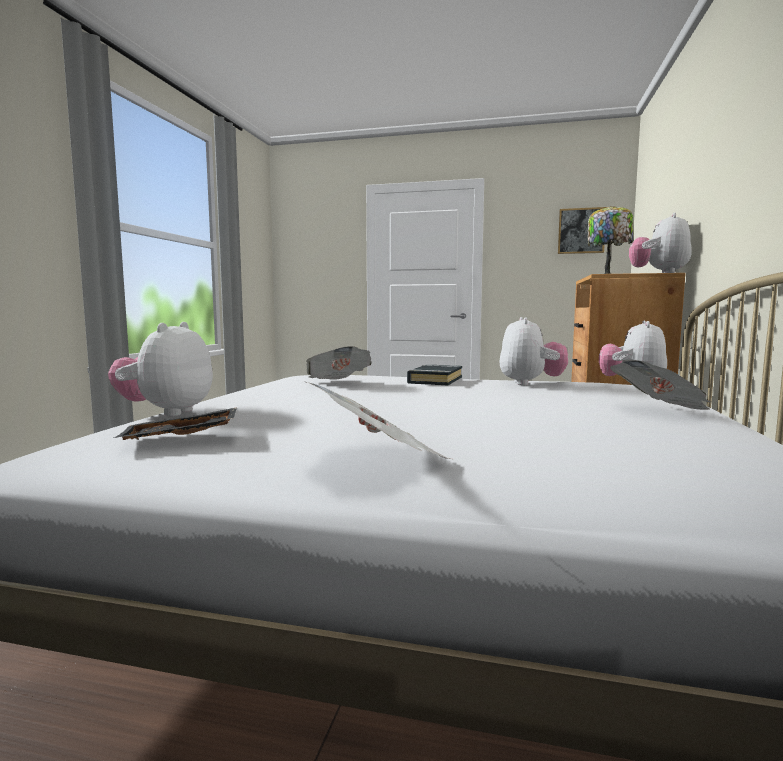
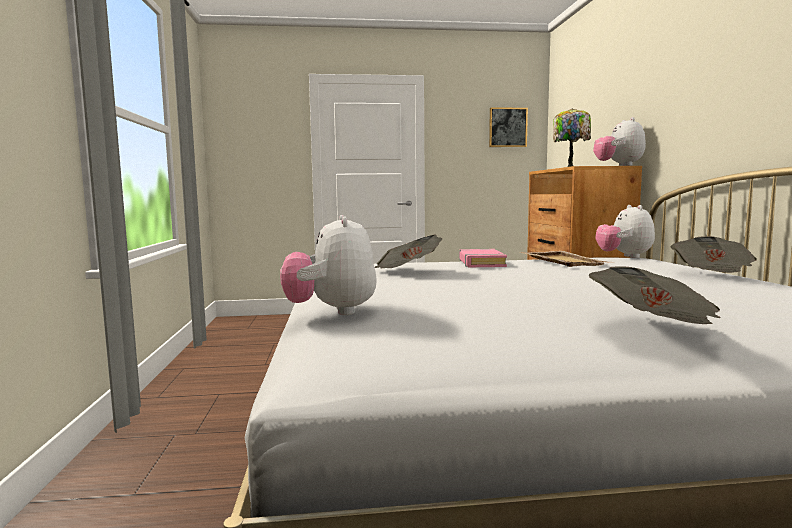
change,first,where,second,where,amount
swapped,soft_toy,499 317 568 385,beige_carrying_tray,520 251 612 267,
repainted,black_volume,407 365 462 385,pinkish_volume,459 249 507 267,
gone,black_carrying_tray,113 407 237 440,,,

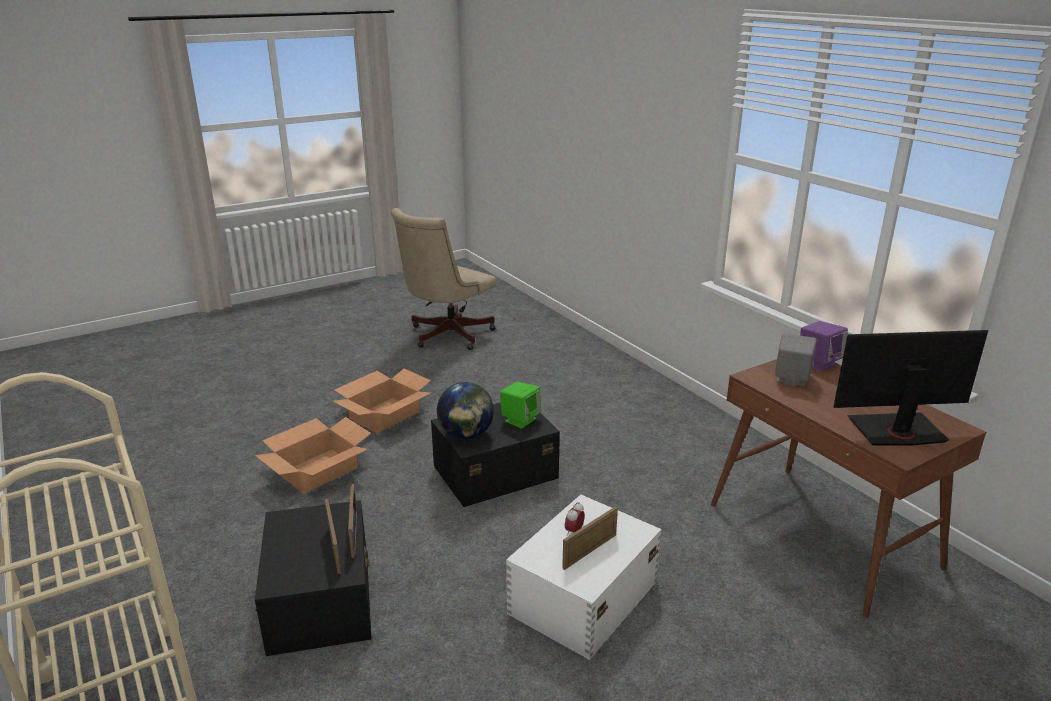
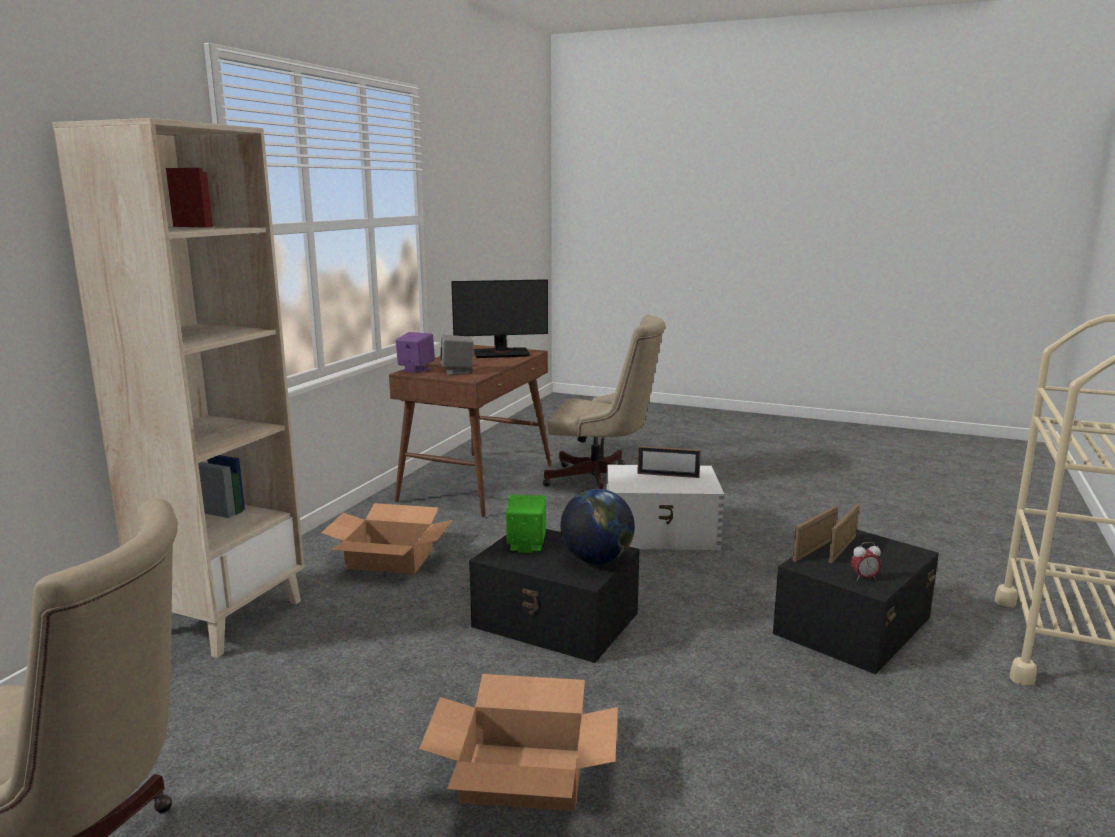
change,first,where,second,where,amount
rotated,computer_screen,834 330 988 446,,451 279 548 358,60 degrees counterclockwise
shifted,packing_box,255 417 371 494,,321 503 452 574,
shifted,table_clock,565 502 585 536,,851 542 881 581,
new,,,beige_bookshelf,52 118 304 658,
new,,,beige_desk_chair,543 315 666 489,

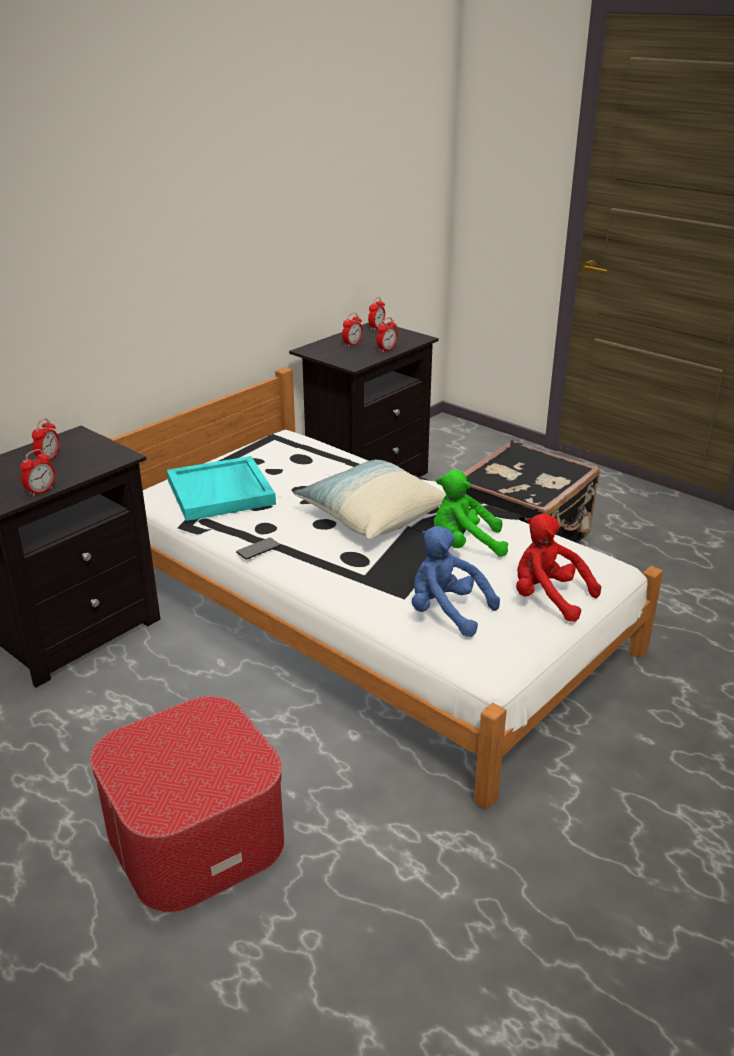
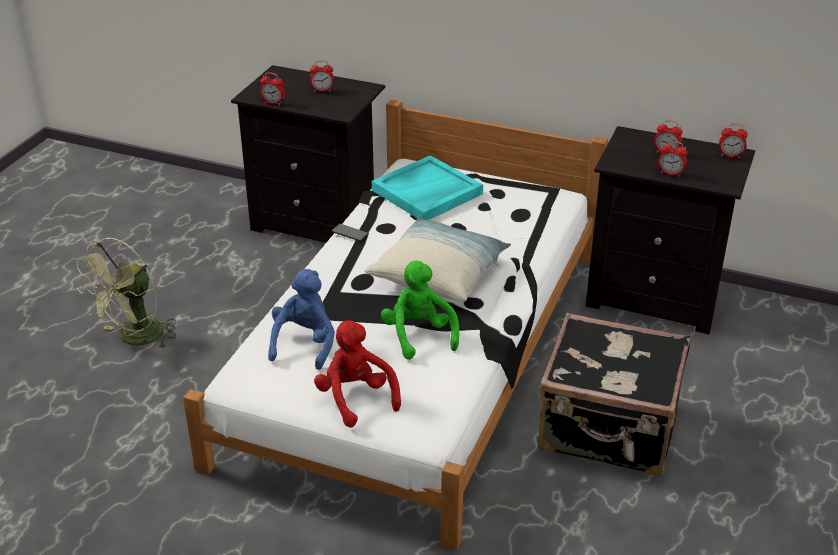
change,first,where,second,where,amount
rotated,reddish_soft_toy,516 514 601 622,,314 320 401 427,45 degrees counterclockwise
swapped,ottoman,90 696 285 913,green-coloured_cooling_fan,77 238 176 350,

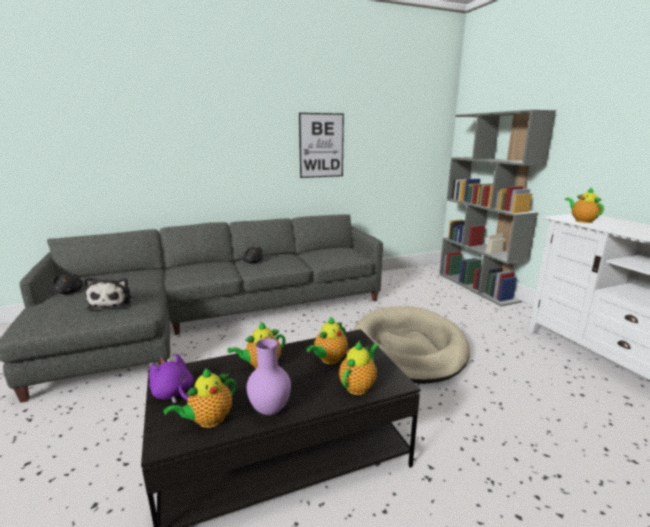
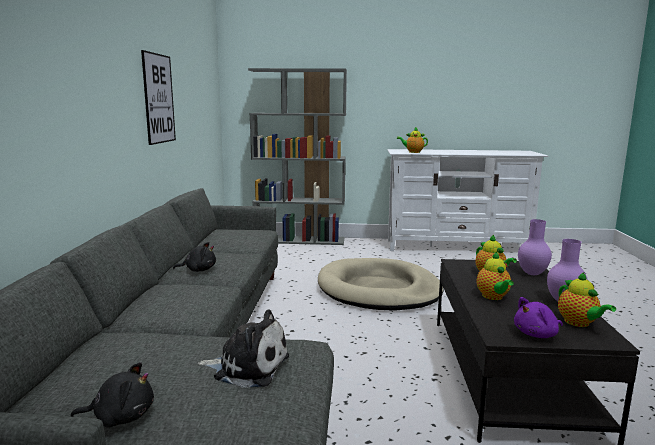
change,first,where,second,where,amount
swapped,pot_for_tea,339 341 379 395,purple_vase,518 219 552 275,

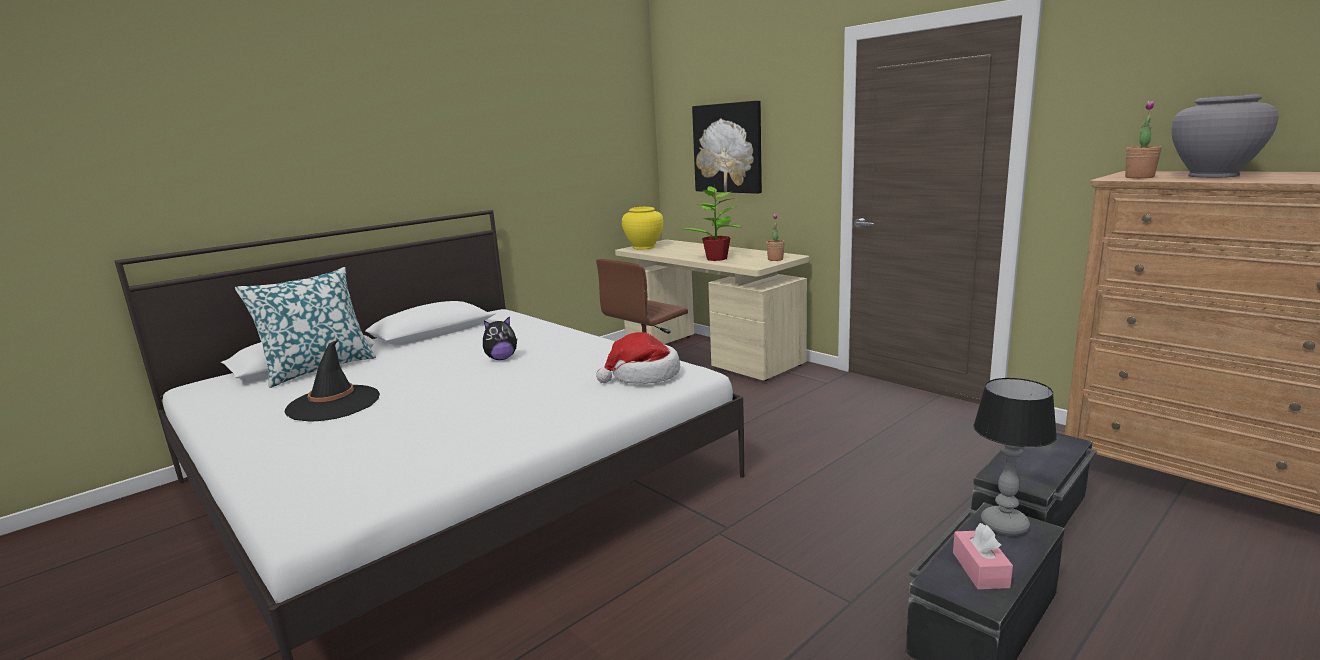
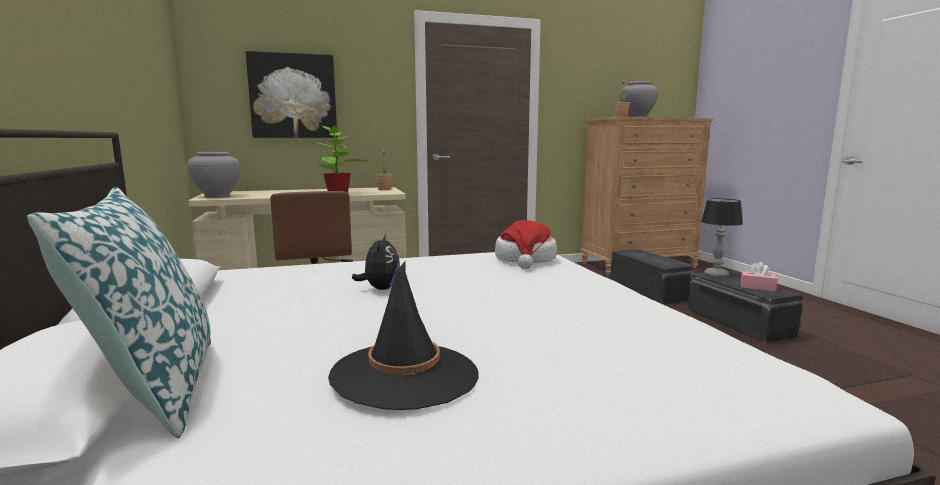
change,first,where,second,where,amount
repainted,yellow-coloured_vase,622 207 663 249,greyish_vase,187 151 240 198,

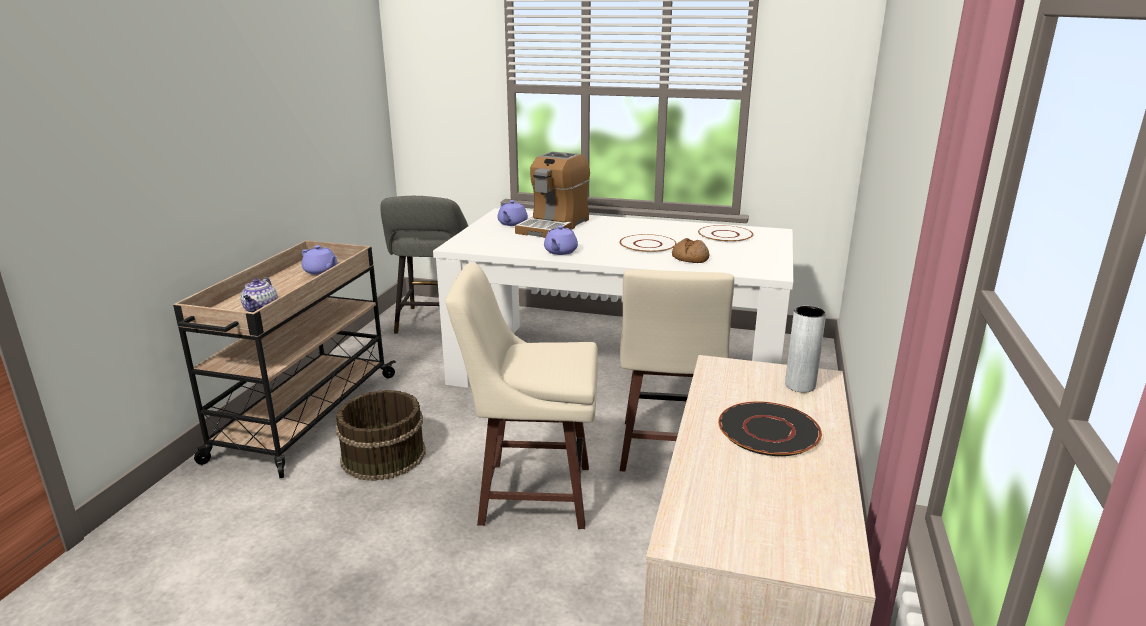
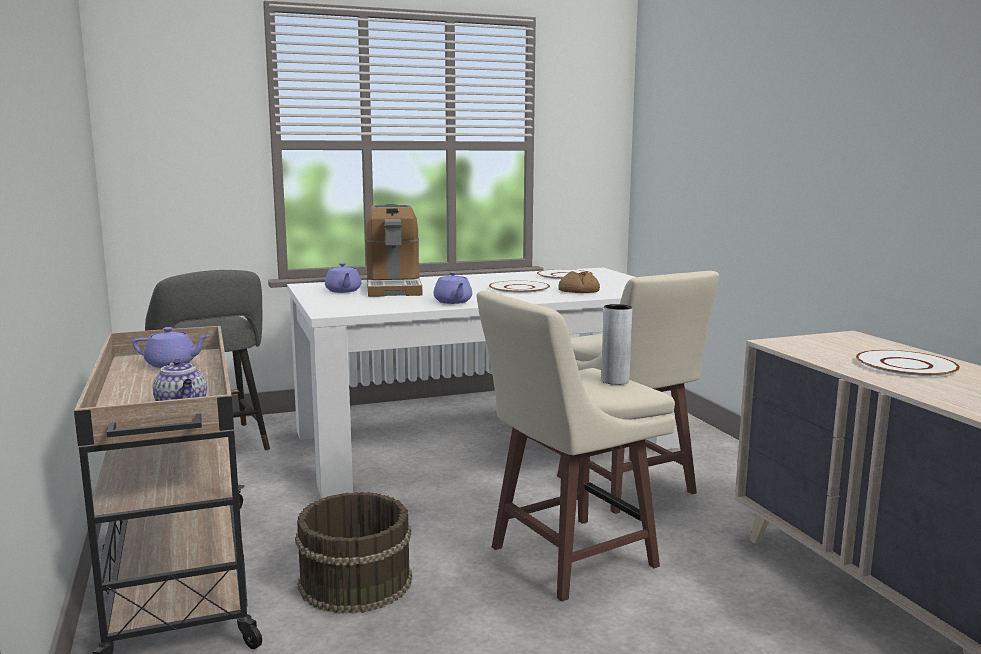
change,first,where,second,where,amount
shifted,greyish_vase,785 306 826 393,,601 304 632 385,
repainted,black_plate,718 401 822 456,white_plate,856 350 960 378,

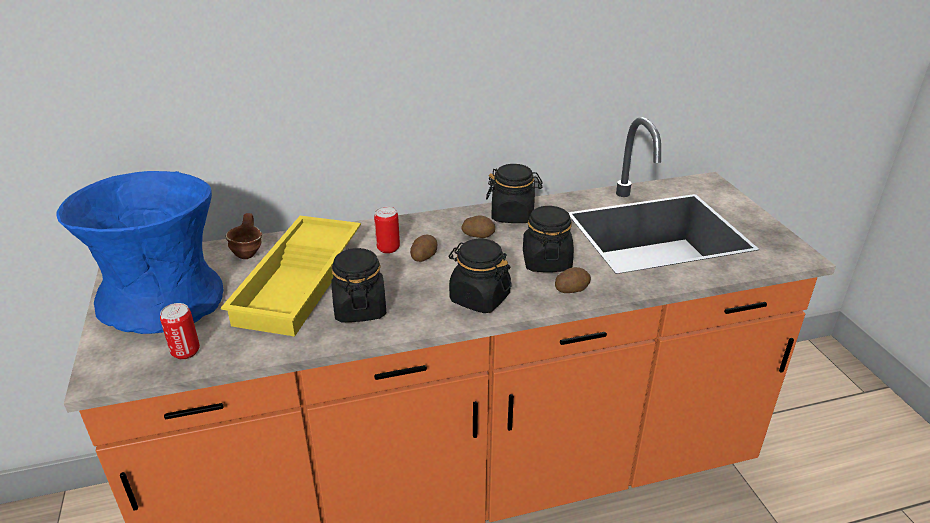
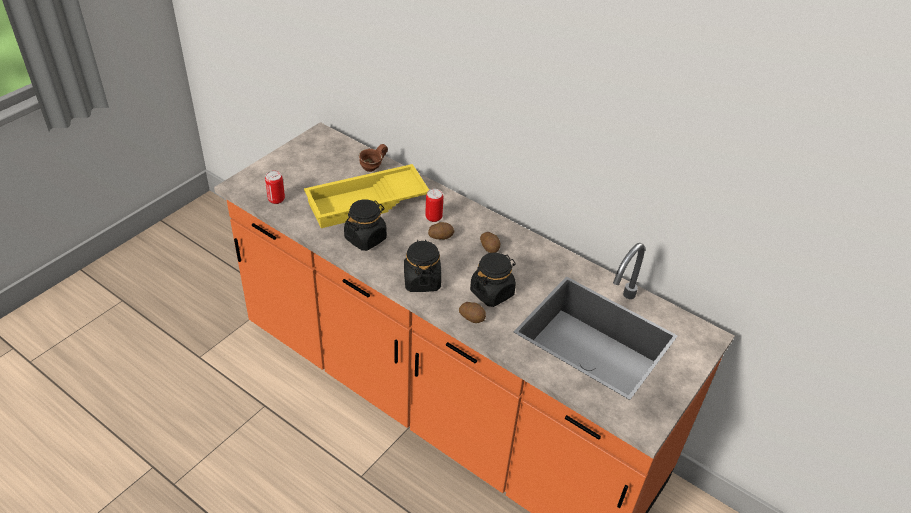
change,first,where,second,where,amount
gone,black_preserve_jar,486 164 543 223,,,
gone,blue-coloured_vase,56 171 223 334,,,

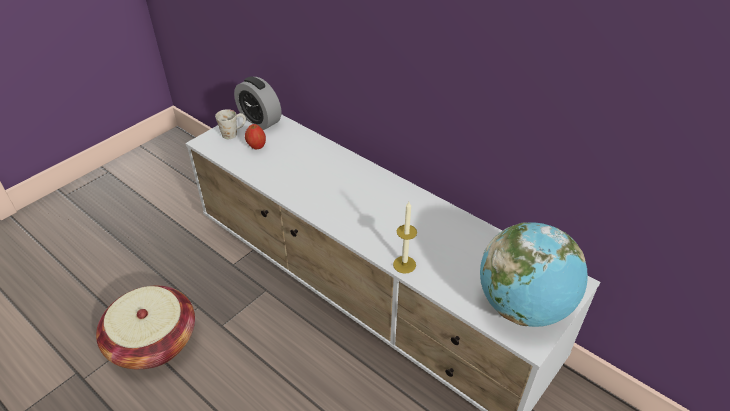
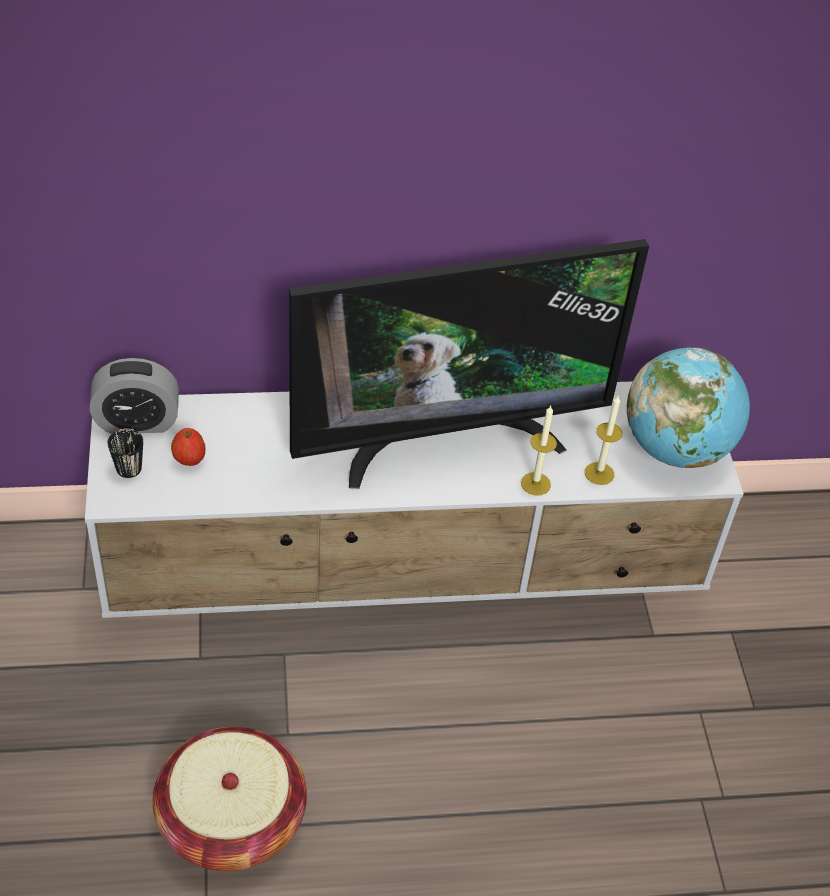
change,first,where,second,where,amount
repainted,white_coffee_mug,215 109 246 139,black_coffee_mug,108 426 143 478,
new,,,television,289 239 649 489,
new,,,wax_candle,585 396 622 485,

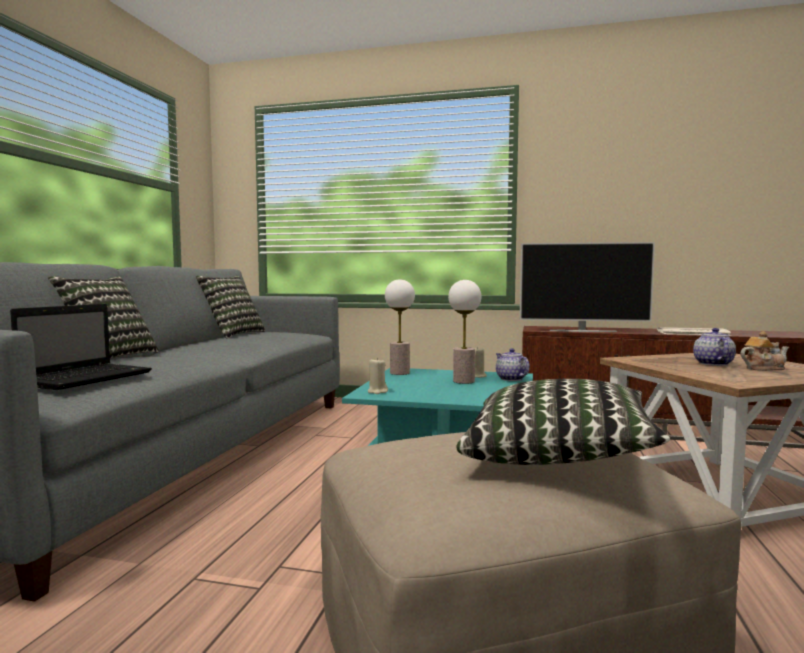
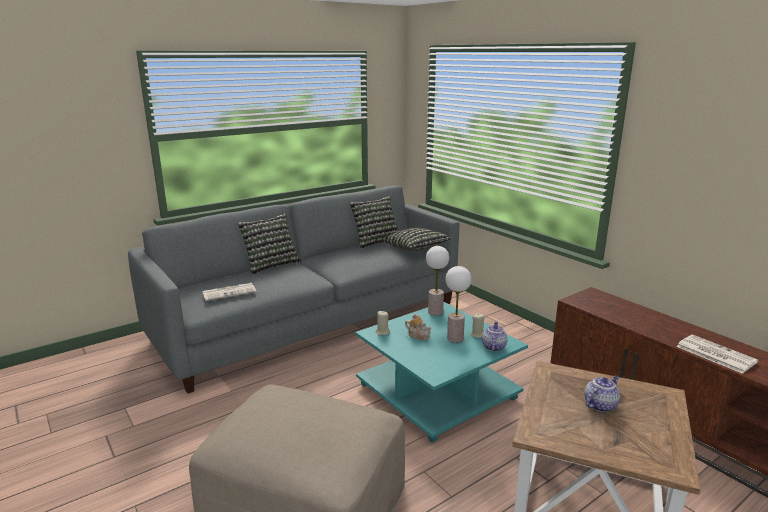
change,first,where,second,where,amount
gone,television,520 242 655 332,,,
swapped,notebook_computer,10 304 152 390,daily_paper,202 283 256 301,
shifted,pot_for_tea,740 331 789 371,,405 314 432 341,
shifted,pillow,456 379 670 465,,383 228 452 251,

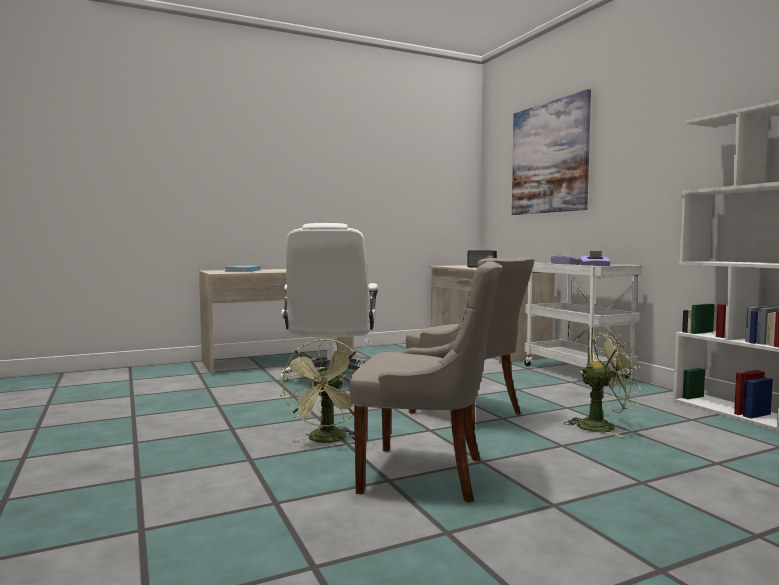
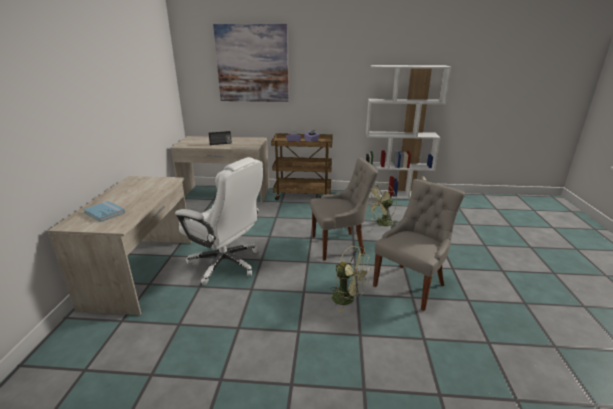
change,first,where,second,where,amount
repainted,white_wheeled_cart,524 262 642 384,brown_wheeled_cart,271 133 333 200,
rotated,green-coloured_cooling_fan,564 331 642 437,,369 183 397 229,150 degrees counterclockwise

